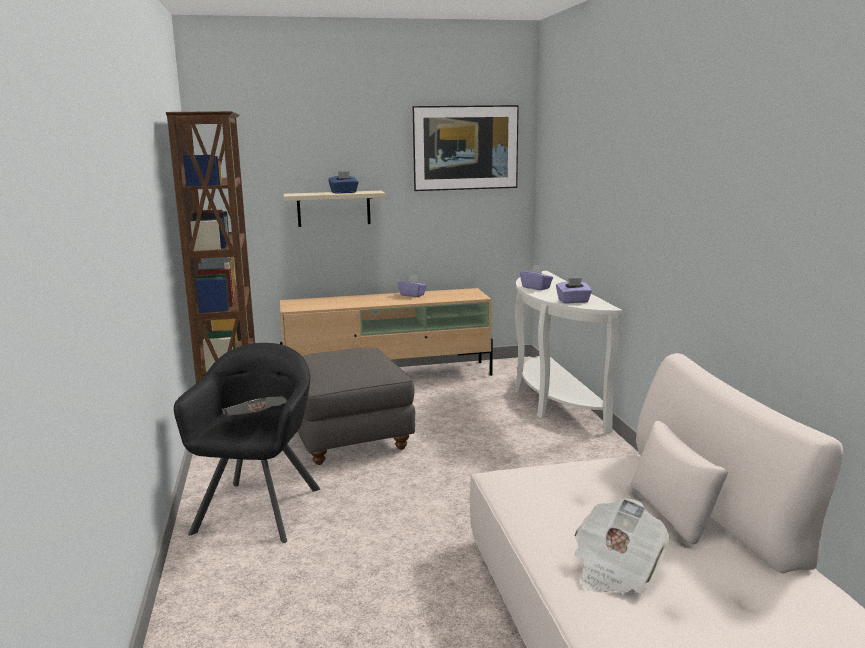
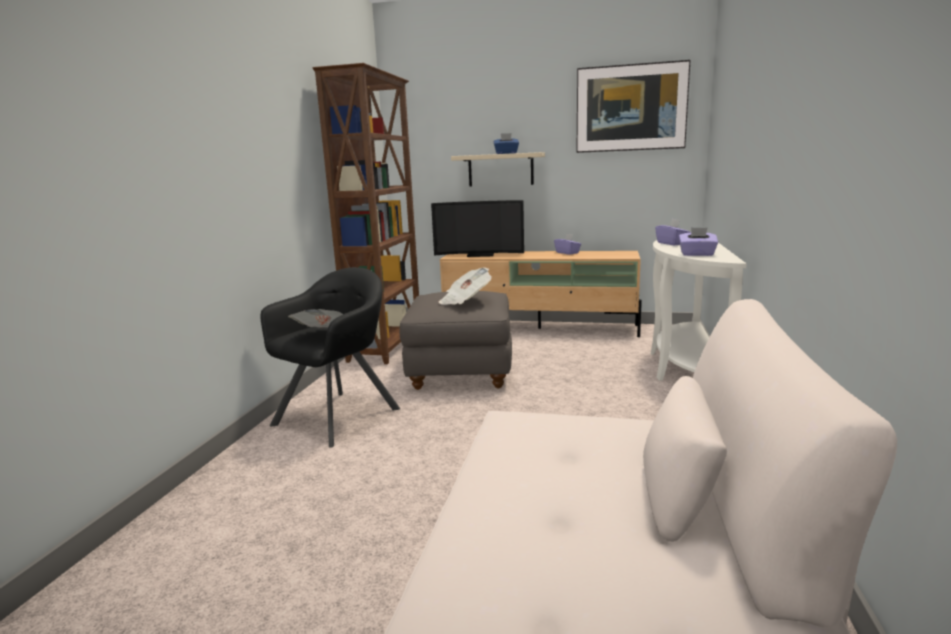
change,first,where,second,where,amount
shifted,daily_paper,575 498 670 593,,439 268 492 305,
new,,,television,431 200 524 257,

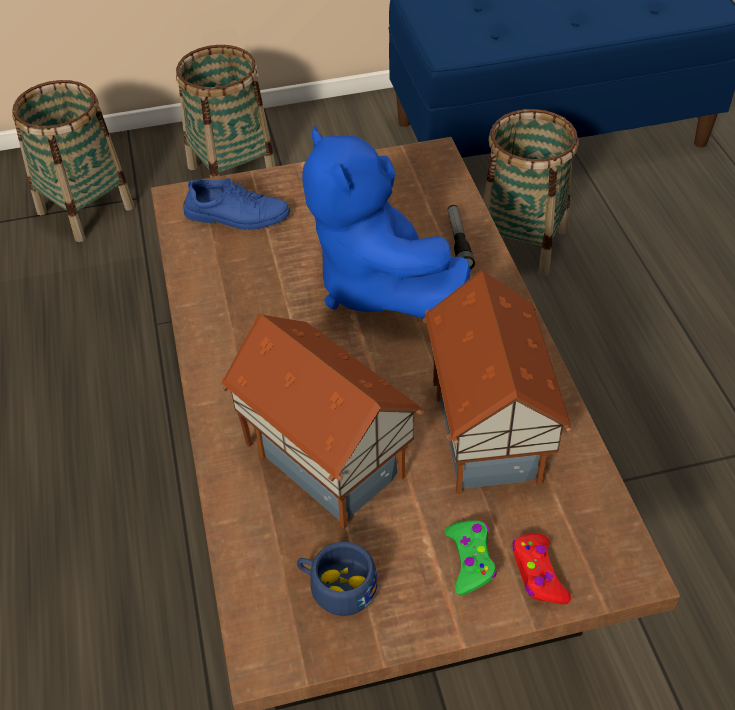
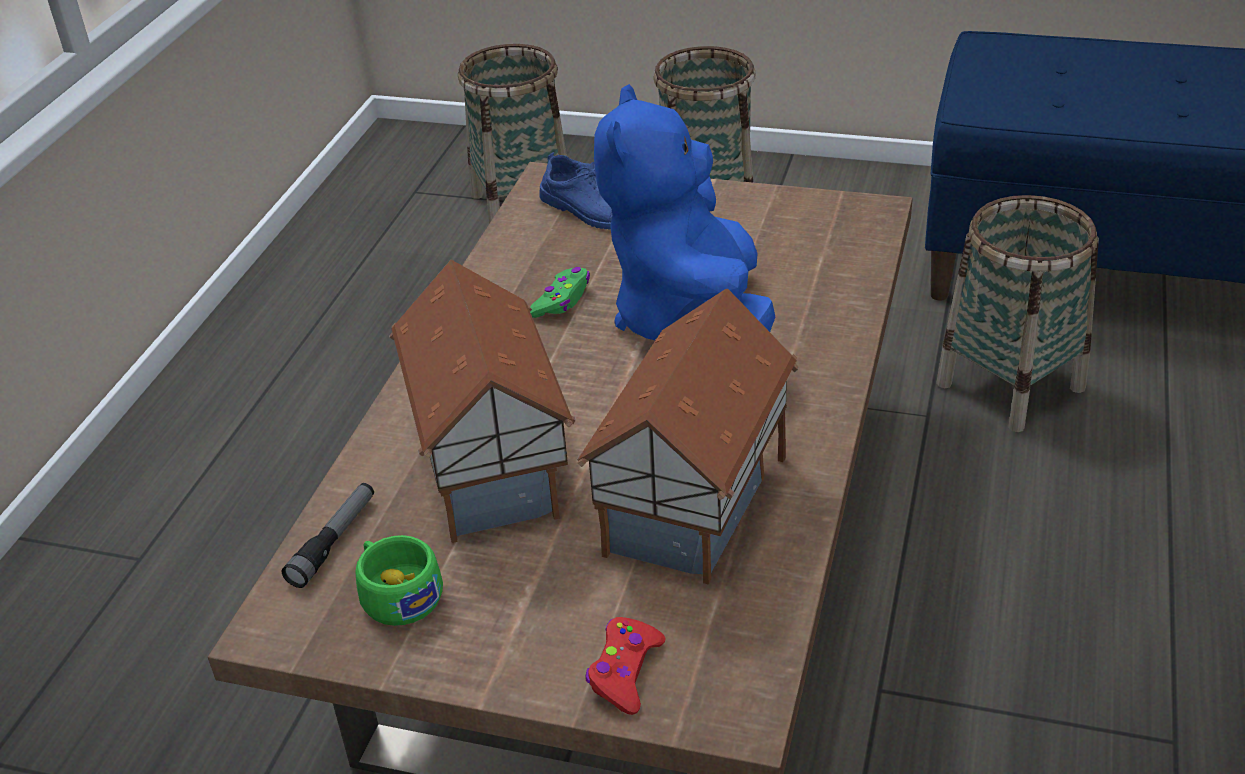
change,first,where,second,where,amount
shifted,torch,448 205 475 269,,282 483 374 588,
shifted,green-coloured_game_controller,445 520 497 595,,530 267 590 318,
repainted,blue-coloured_cup,297 542 378 616,green-coloured_cup,355 535 443 626,

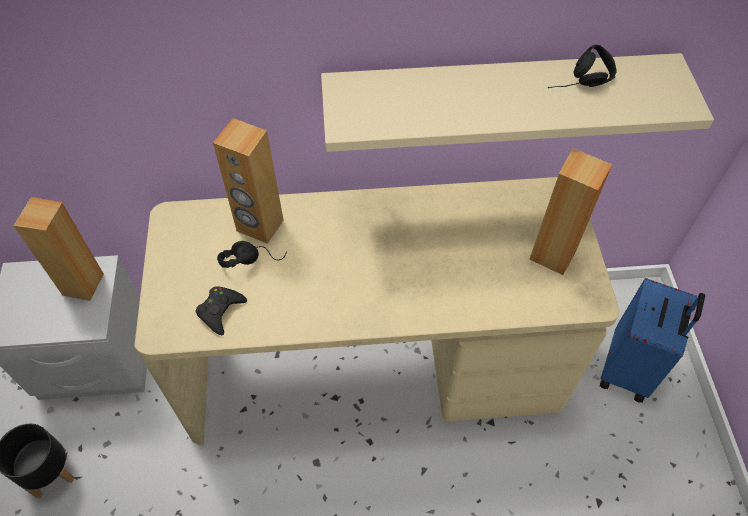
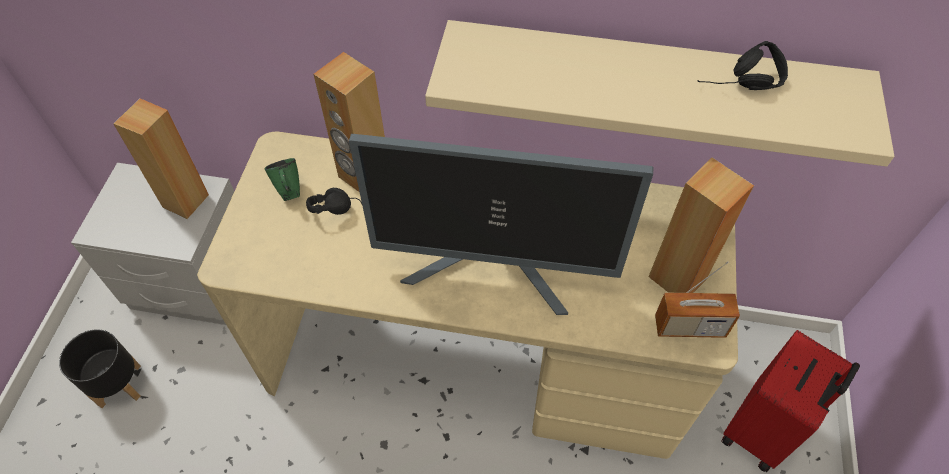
change,first,where,second,where,amount
repainted,blue-coloured_suitcase,600 278 705 403,reddish_suitcase,721 330 860 472,
gone,black_game_controller,196 286 247 335,,,
new,,,computer_screen,349 134 653 315,
new,,,green-coloured_coffee_mug,264 158 300 201,
new,,,radio_set,655 261 740 338,

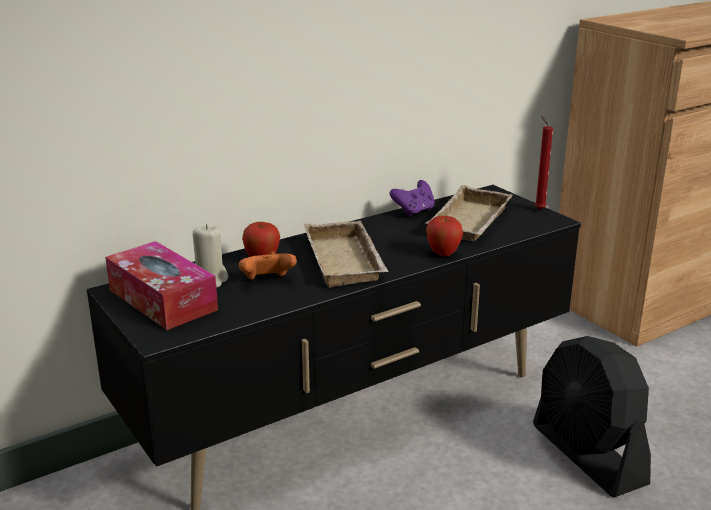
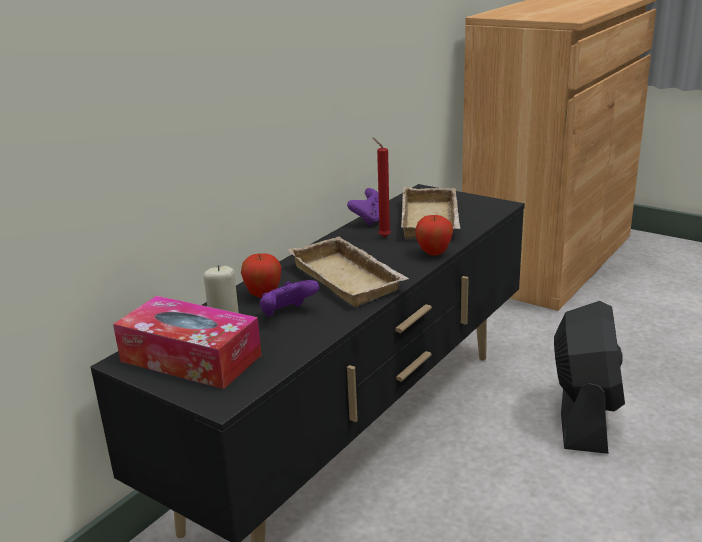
change,first,where,second,where,amount
shifted,reddish_wax_candle,535 116 553 210,,373 138 391 237,
repainted,orangey_game_controller,239 251 297 280,purple_game_controller,260 280 319 316,
rotated,black_cooling_fan,533 336 651 497,,554 301 625 454,120 degrees counterclockwise

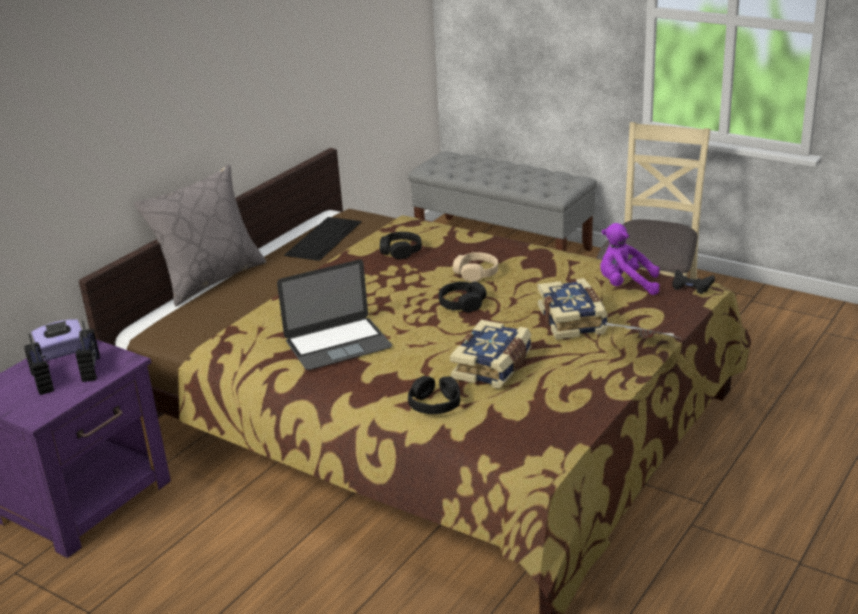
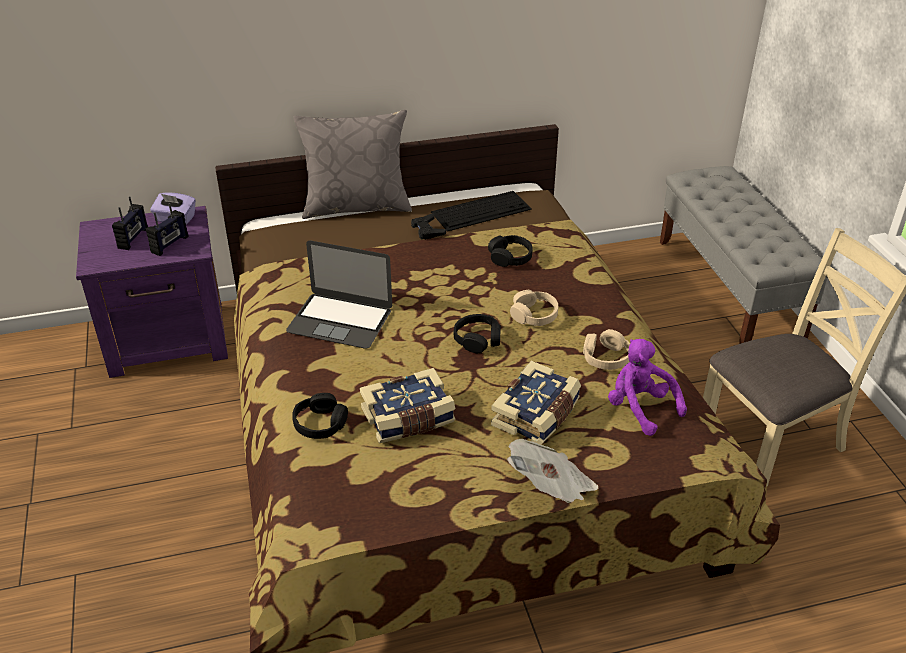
change,first,where,second,where,amount
shifted,black_game_controller,672 270 715 294,,411 213 446 240,
new,,,beige_pair_of_headphones,583 329 630 370,

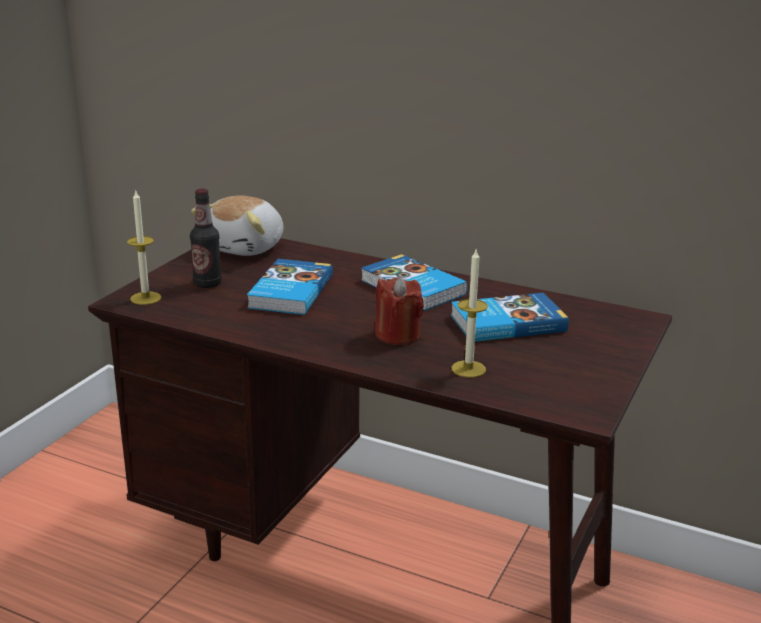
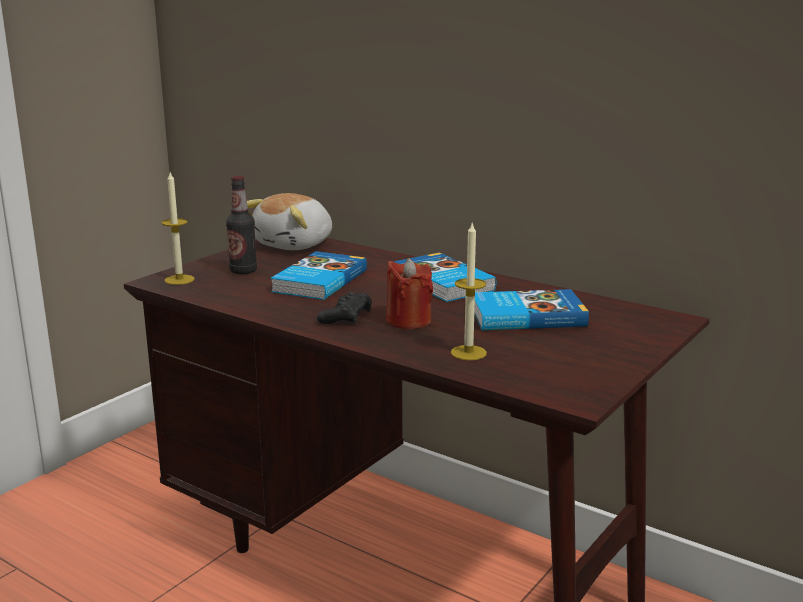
change,first,where,second,where,amount
new,,,black_game_controller,317 292 372 324,

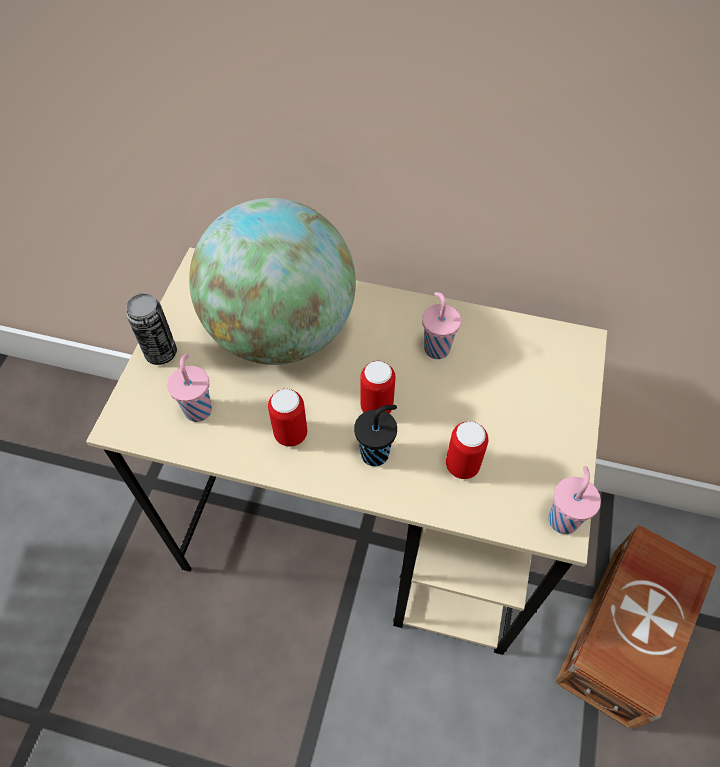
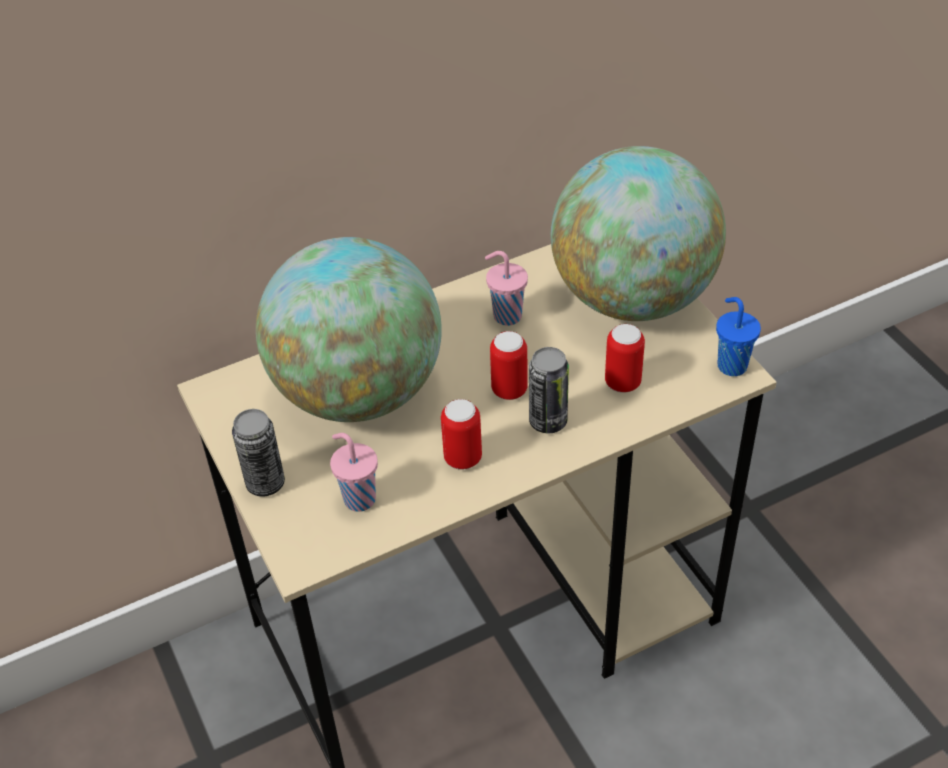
change,first,where,second,where,amount
swapped,black_cup,354 405 397 466,can,529 347 569 433,
repainted,pinkish_cup,548 466 601 534,blue-coloured_cup,716 297 761 376,
gone,brown_storage_box,554 524 717 730,,,
new,,,world_globe,551 146 726 321,

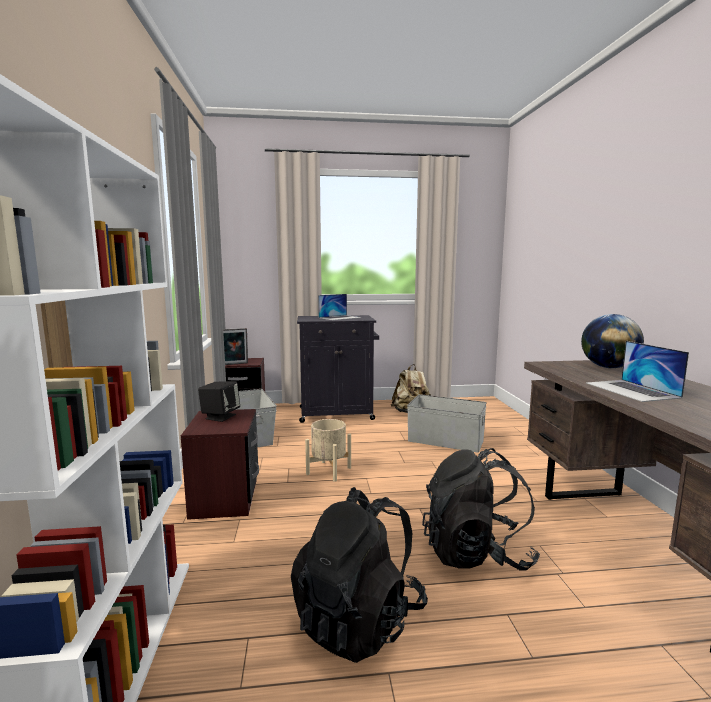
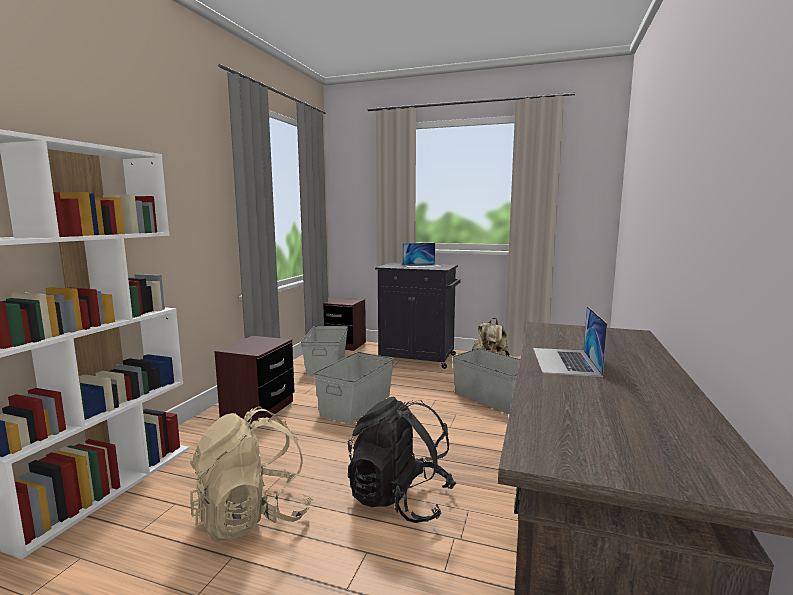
change,first,where,second,where,amount
gone,world_globe,581 314 644 368,,,
gone,picture_frame,223 328 248 365,,,
gone,black_loudspeaker,198 381 240 422,,,
swapped,beige_plant_pot,305 419 351 482,greyish_storage_box,314 352 394 424,
repainted,black_backpack,291 487 428 663,beige_backpack,190 406 313 541,

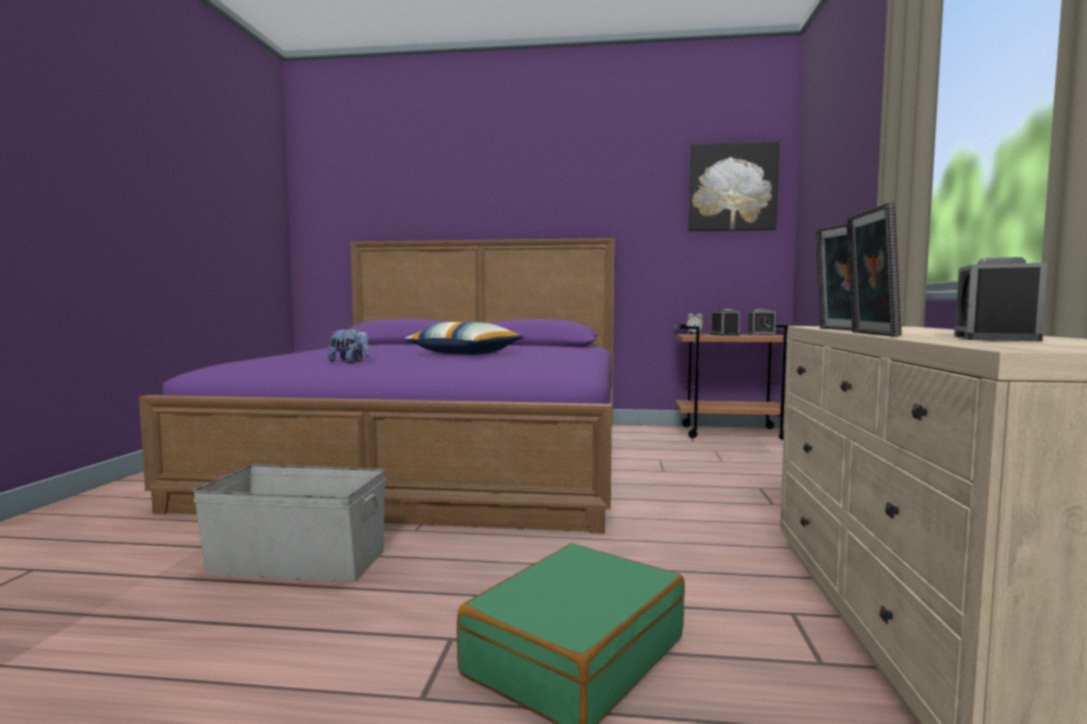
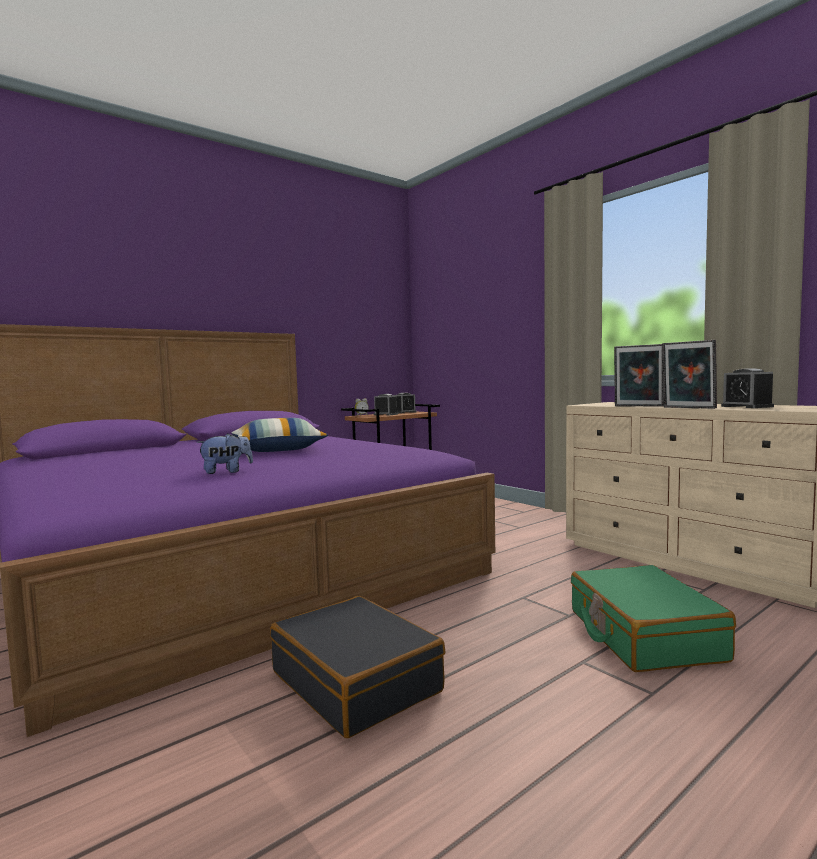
change,first,where,second,where,amount
gone,picture,688 141 779 232,,,
swapped,greyish_storage_box,193 465 386 582,black_suitcase,270 596 445 738,

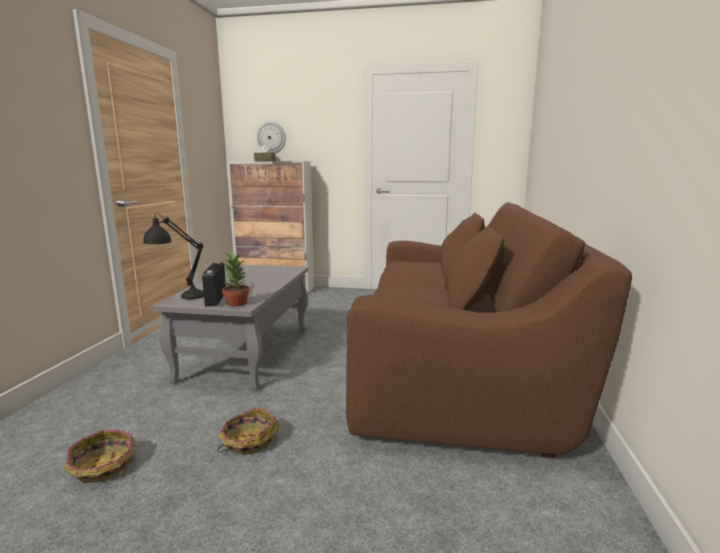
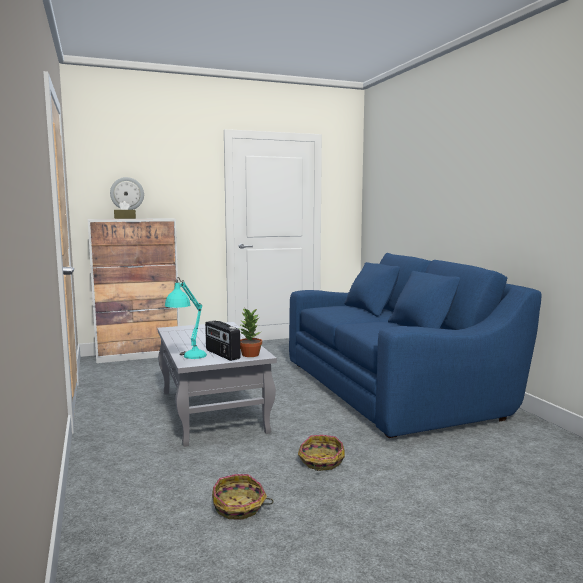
change,first,where,second,where,amount
repainted,brown_couch,346 202 632 459,blue-coloured_couch,289 253 542 438,
repainted,black_lamp_for_a_table,143 212 204 299,turquoise_lamp_for_a_table,165 277 207 359,

